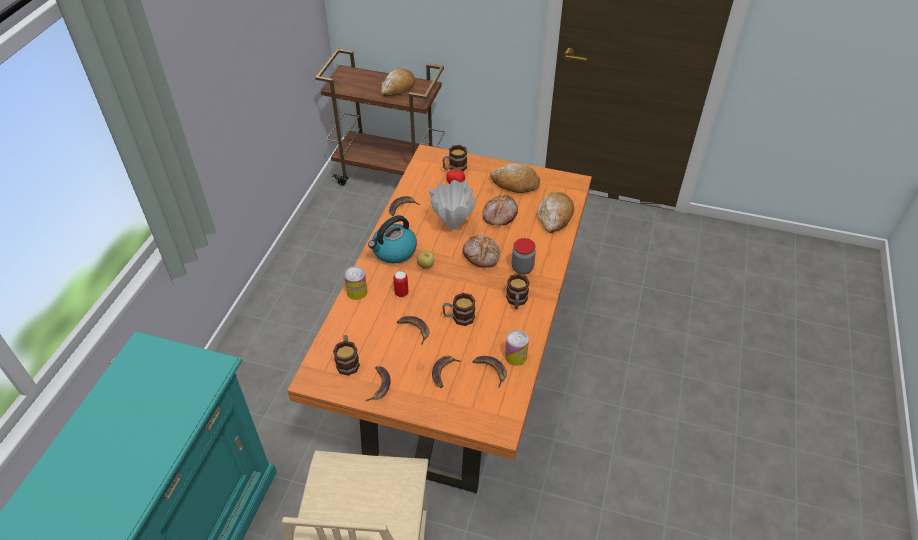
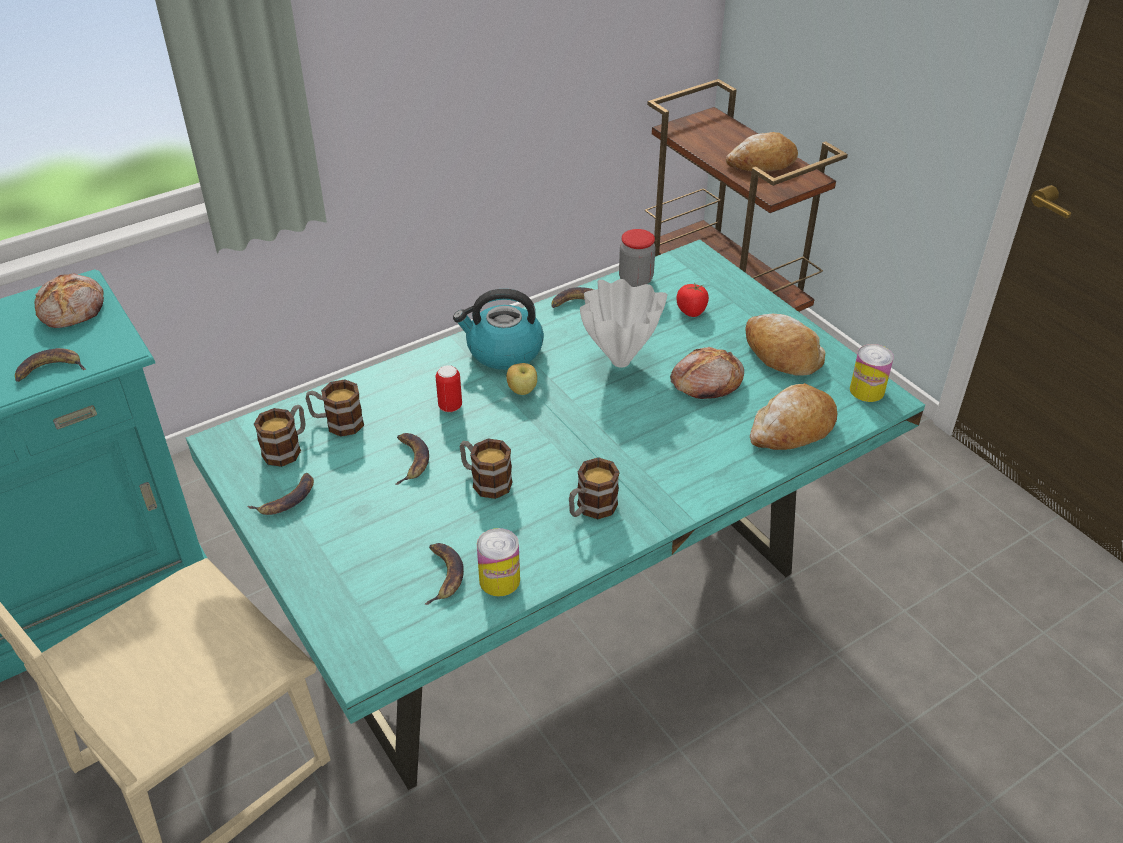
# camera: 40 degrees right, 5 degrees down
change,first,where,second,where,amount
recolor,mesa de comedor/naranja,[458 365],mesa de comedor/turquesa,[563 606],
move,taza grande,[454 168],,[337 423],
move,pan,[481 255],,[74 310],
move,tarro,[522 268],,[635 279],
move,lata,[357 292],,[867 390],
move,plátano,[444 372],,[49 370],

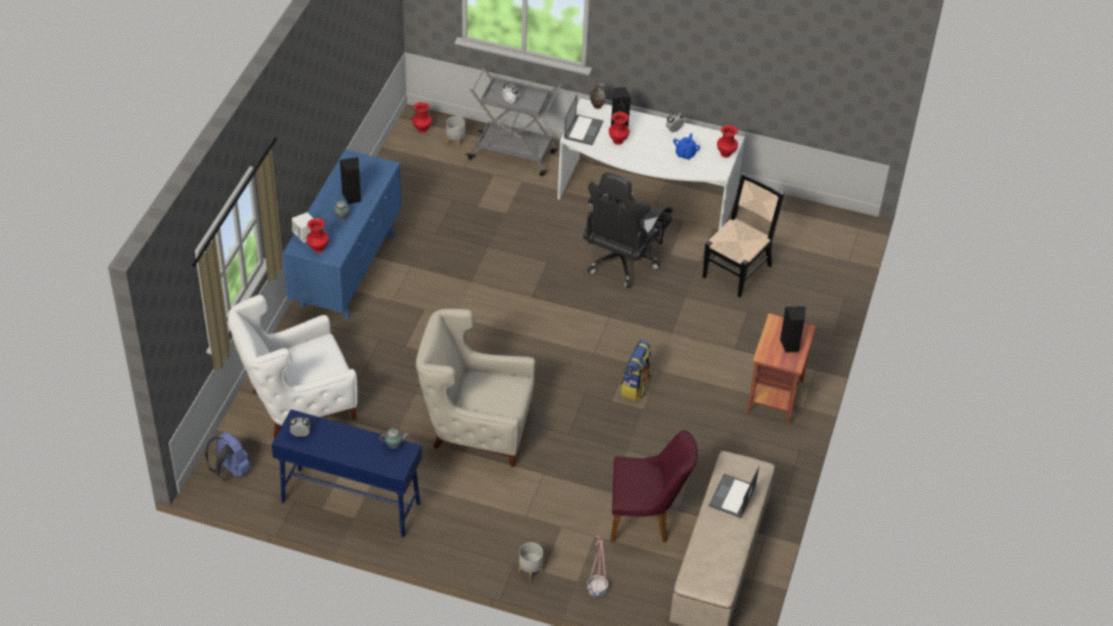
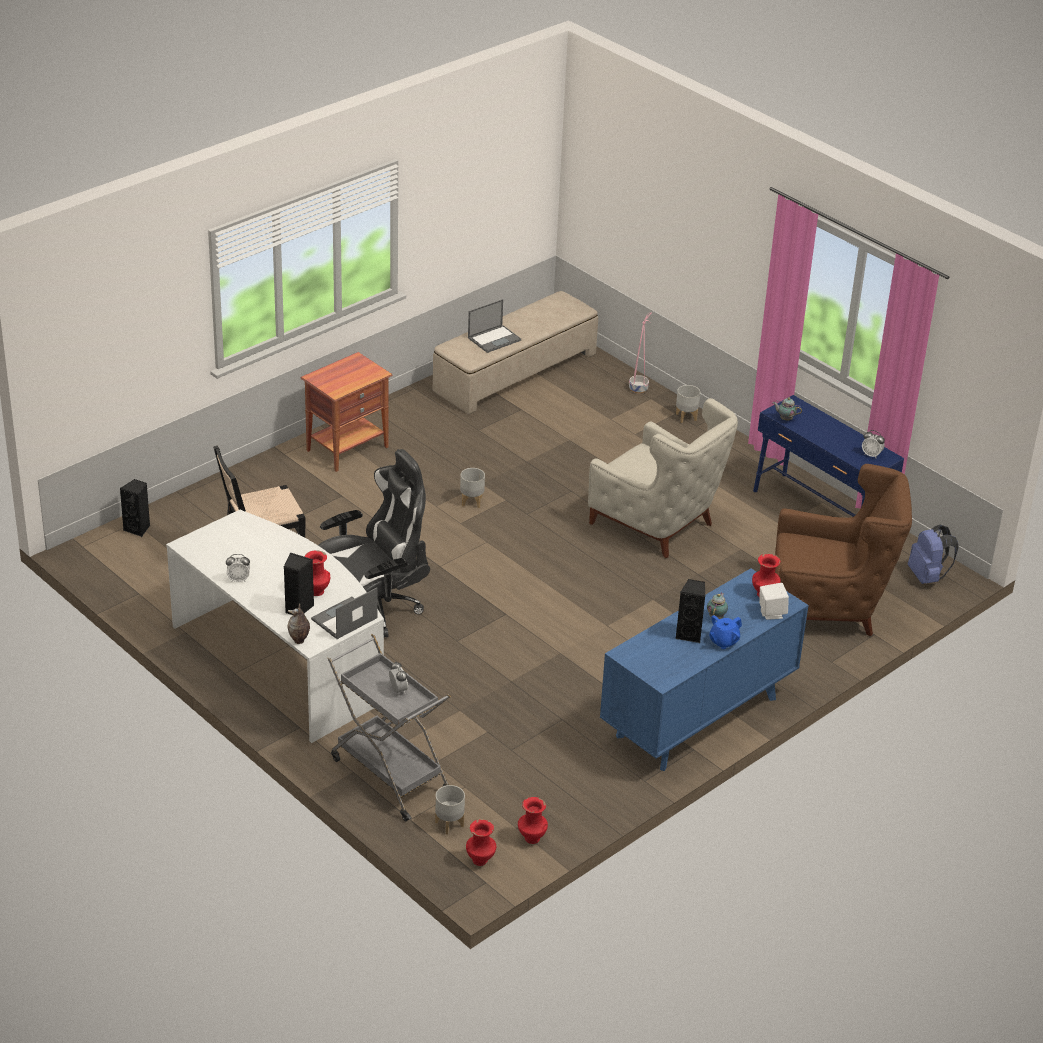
# camera: 150 degrees left, 10 degrees down
change,first,where,second,where,amount
move,florero/rojo,[726 154],,[531 838],
move,tetera/azul,[685 154],,[723 641],
recolor,sillón/blanco,[297 404],sillón/marrón,[829 607],
move,altavoz/negro,[790 345],,[138 529],
replace,mochila,[635 387],maceta/gris,[472 501],
delete,silla/morado,[646 519],,,

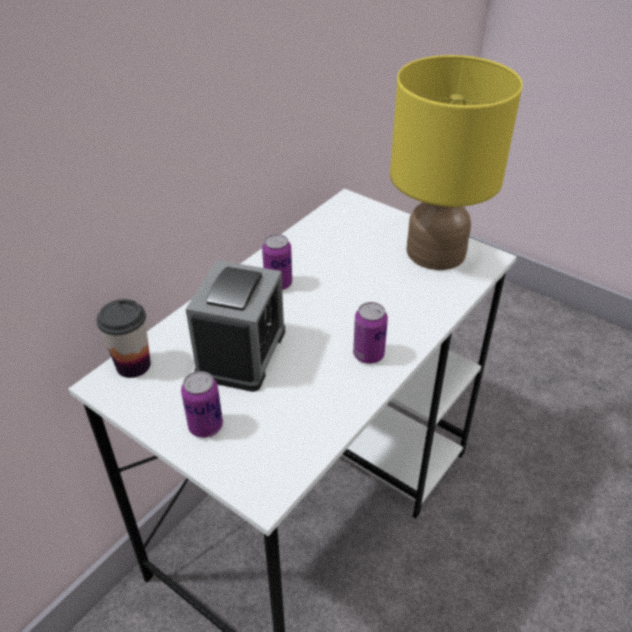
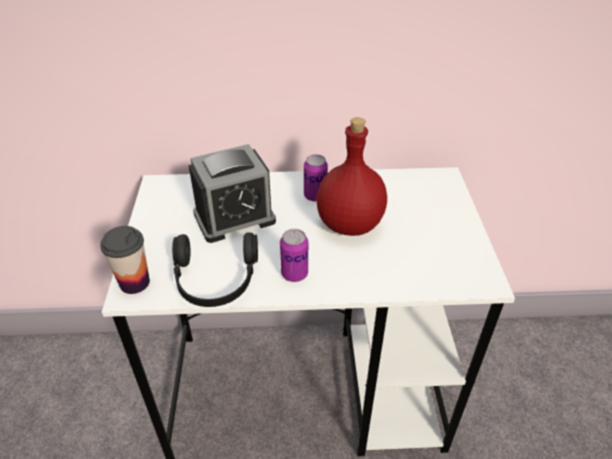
# camera: 50 degrees right, 0 degrees up
change,first,where,second,where,amount
delete,lámpara de mesa/amarillo,[435 253],,,
move,taza,[133 365],,[134 282],
delete,lata,[205 426],,,
insert,,,botella/rojo,[351 225],
insert,,,auriculares/negro,[215 280],

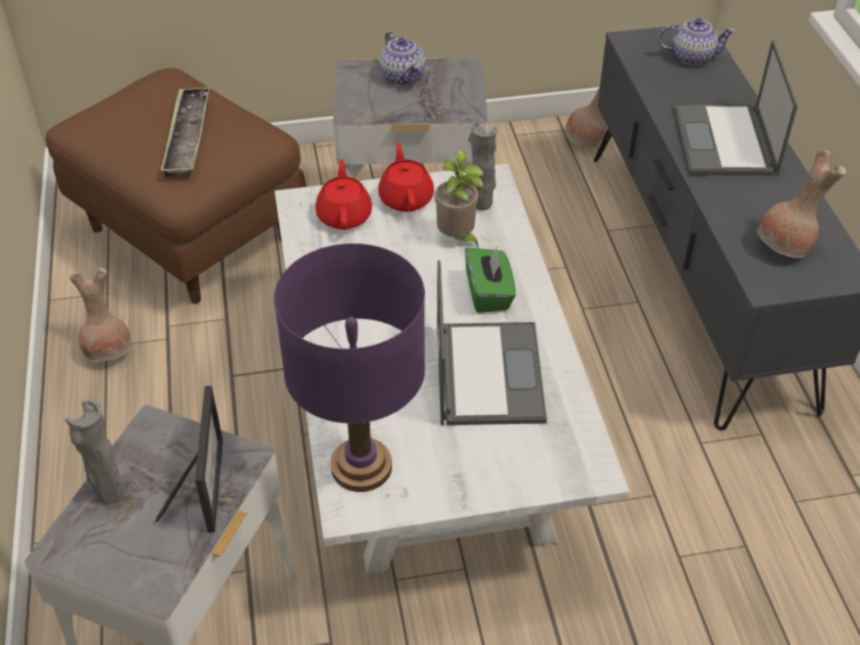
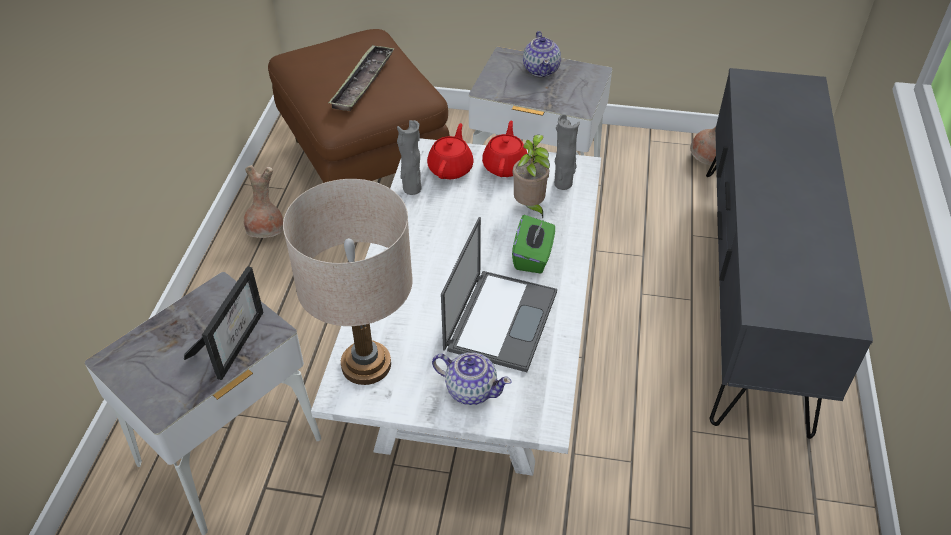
# camera: 20 degrees right, 0 degrees up
change,first,where,second,where,amount
move,tetera,[691 57],,[471 389],
delete,portátil,[725 142],,,
delete,florero/marrón,[785 247],,,
recolor,lámpara de mesa/morado,[361 467],lámpara de mesa/beis,[365 364],
move,florero/gris,[108 491],,[411 189],

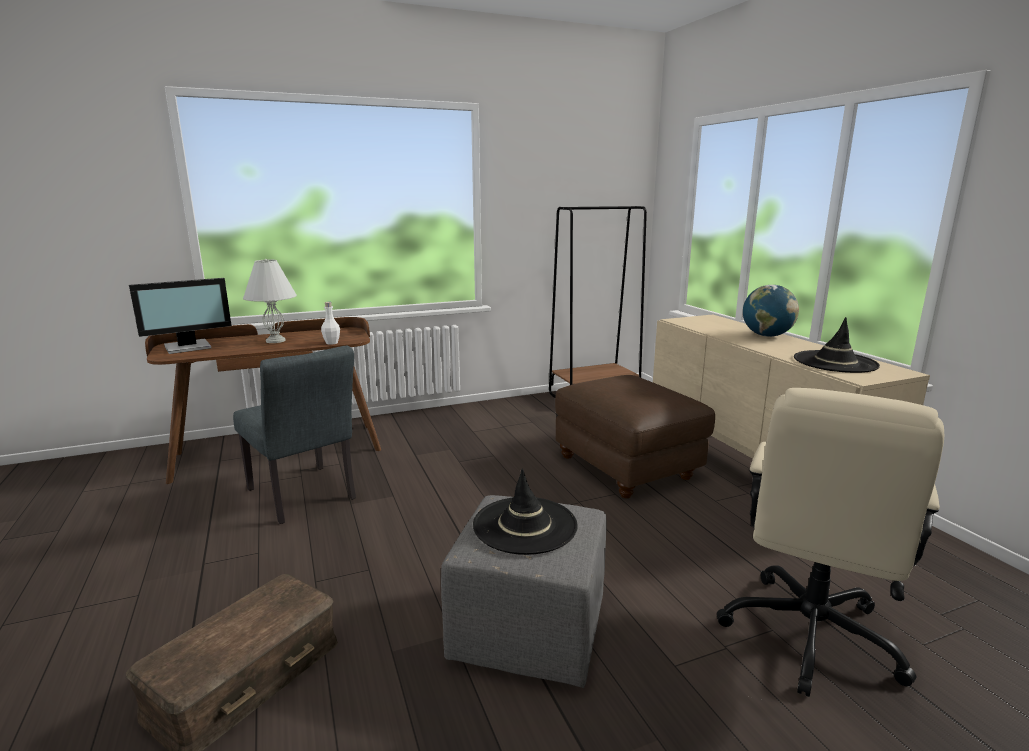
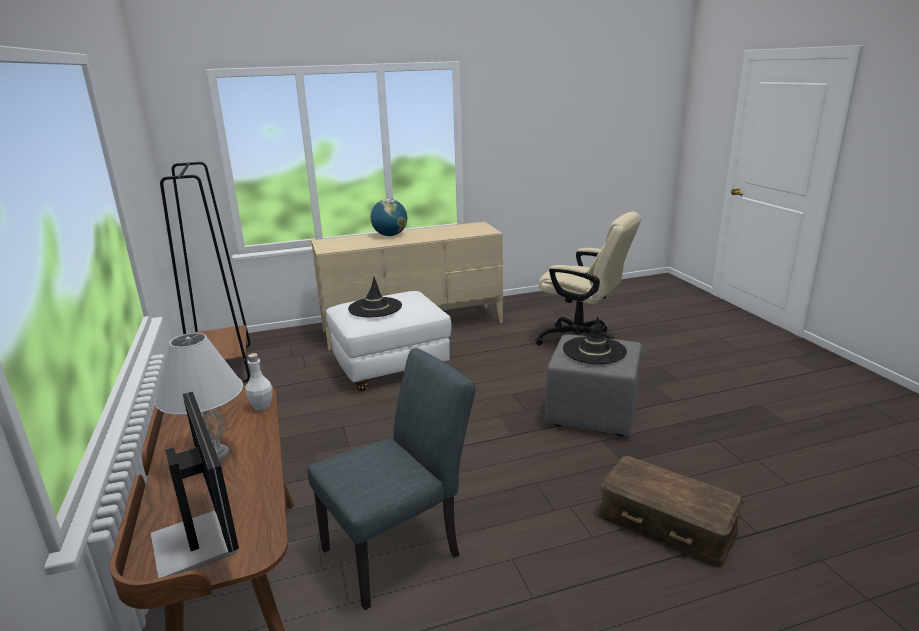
# camera: 85 degrees left, 5 degrees up
change,first,where,second,where,amount
move,sombrero/negro,[835 362],,[375 307],
recolor,puf/marrón,[627 466],puf/blanco,[391 366],

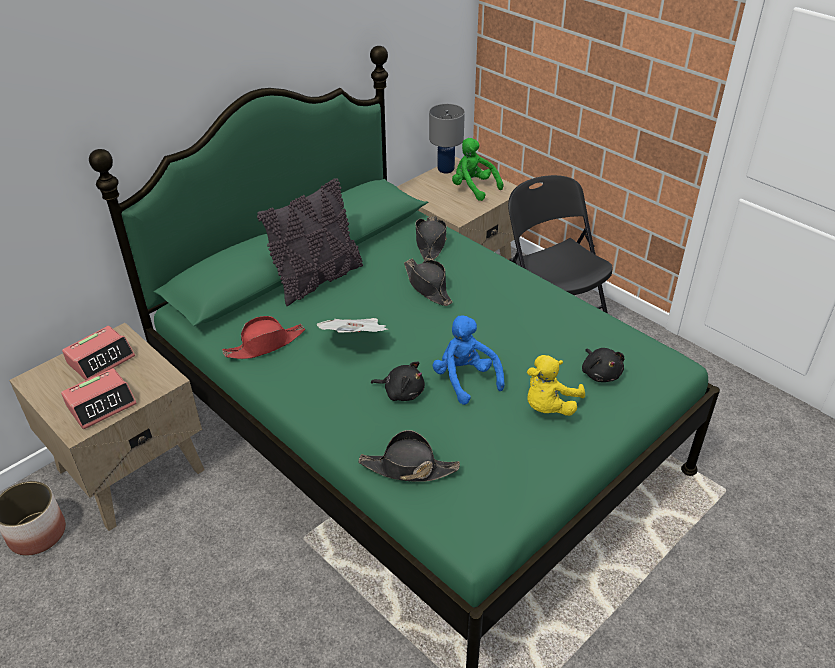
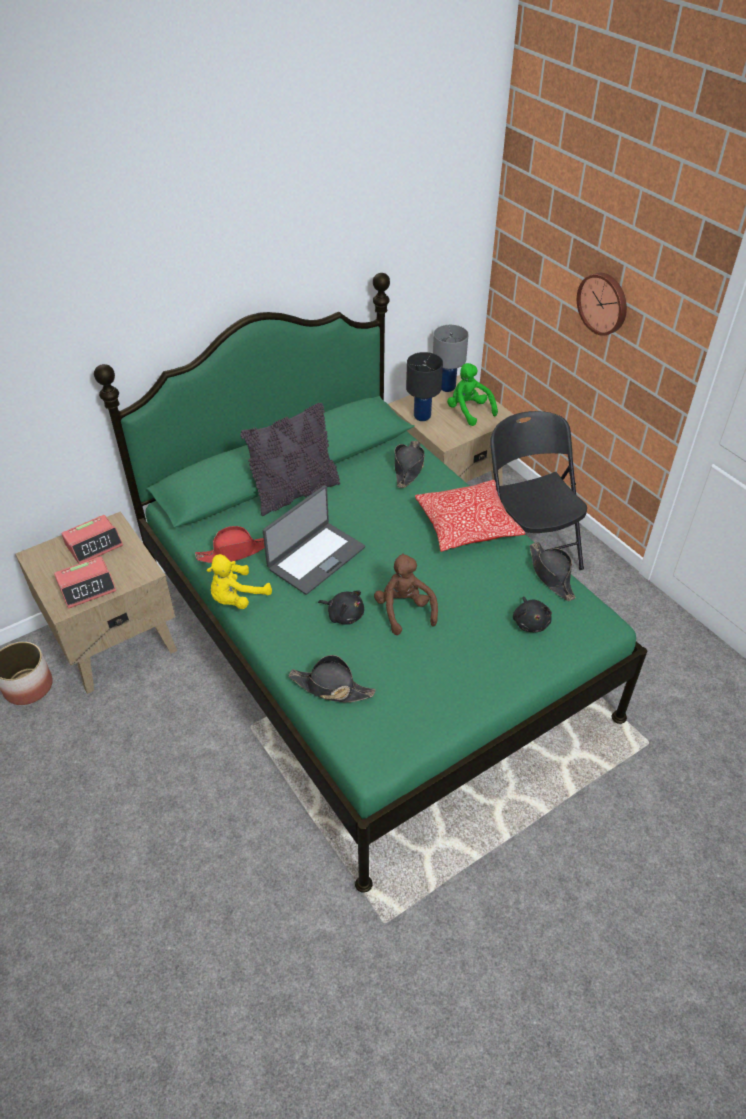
# camera: 10 degrees right, 5 degrees up
change,first,where,second,where,amount
move,sombrero/negro,[428 287],,[551 575],
recolor,peluche/azul,[465 379],peluche/marrón,[404 610],
replace,periódico,[355 339],portátil,[315 557],
move,peluche/amarillo,[548 406],,[237 598],
insert,,,reloj de pared,[603 303],
insert,,,lámpara de mesa/negro,[423 416],
insert,,,cojín,[467 526],

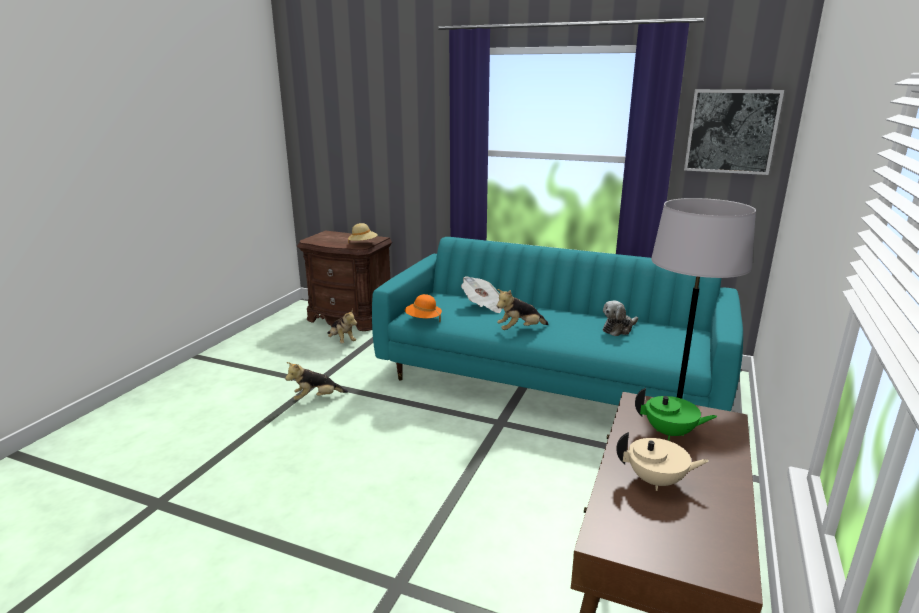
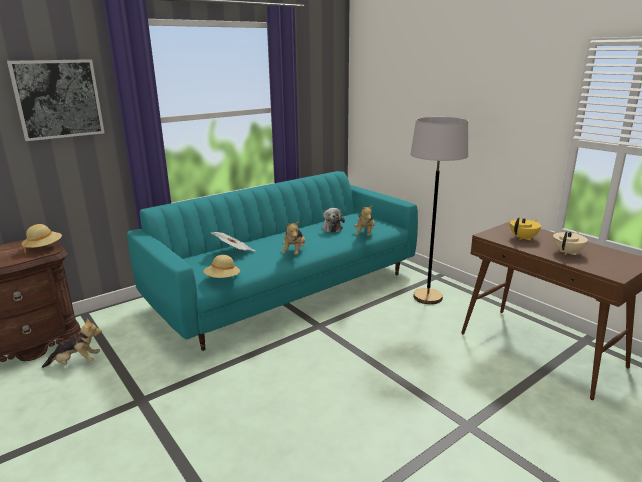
# camera: 60 degrees left, 0 degrees up
change,first,where,second,where,amount
move,cuadro,[731 131],,[58 99],
recolor,sombrero/naranja,[423 319],sombrero/beis,[222 279],
move,peluche,[316 398],,[365 234],
recolor,tetera/verde,[670 433],tetera/amarillo,[523 238],

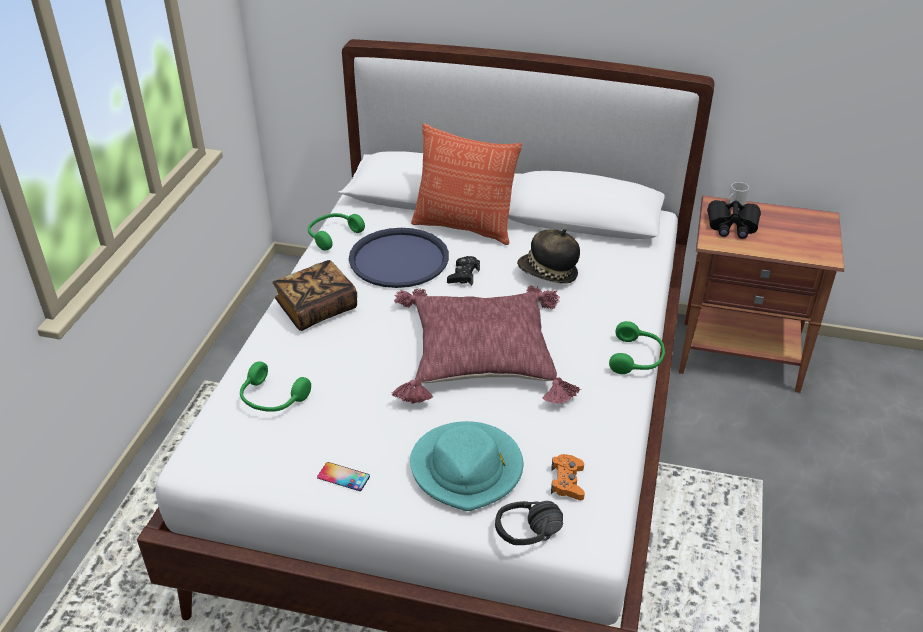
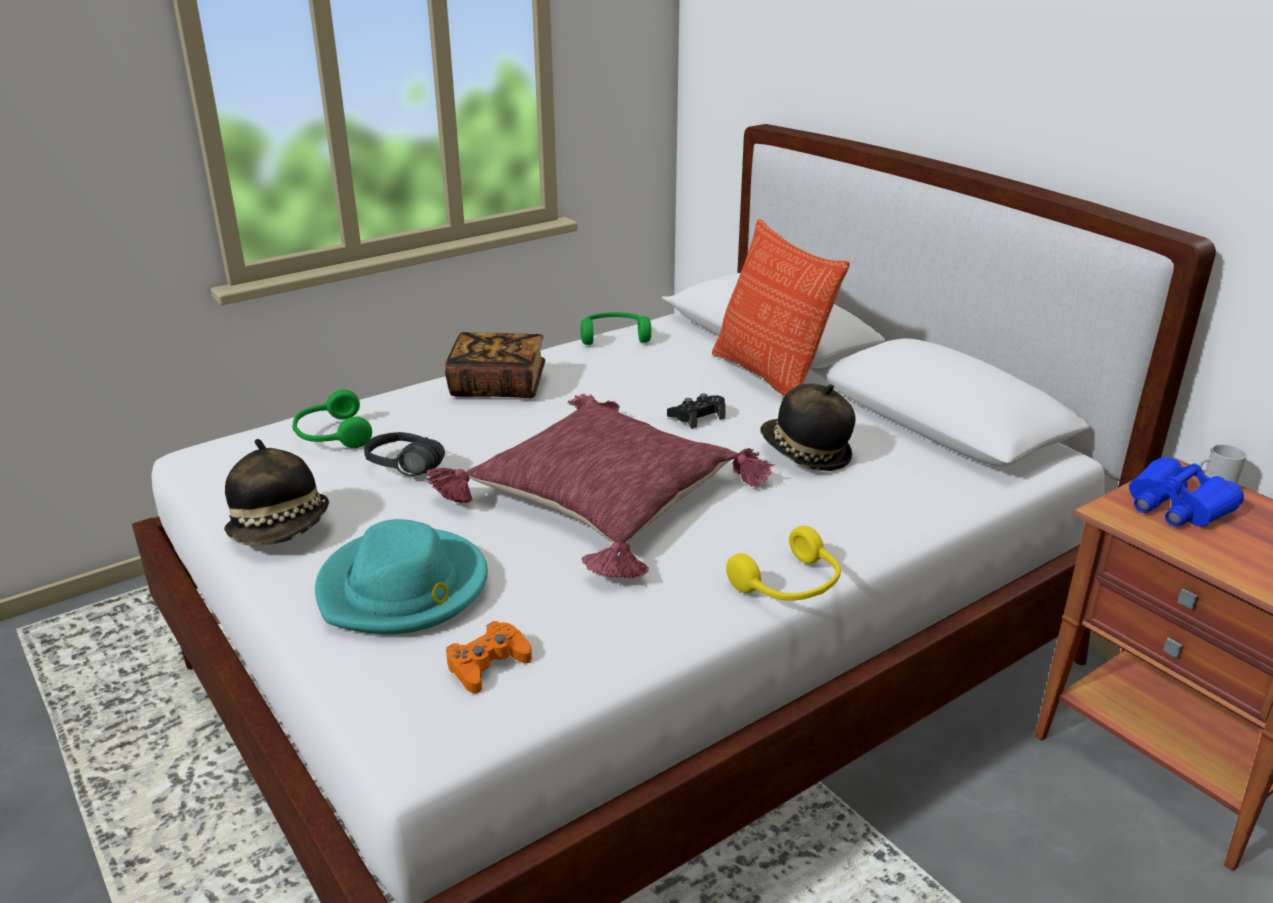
# camera: 40 degrees right, 10 degrees down
change,first,where,second,where,amount
recolor,prismáticos/negro,[732 226],prismáticos/azul,[1176 506],
delete,bandeja/azul,[399 259],,,
recolor,auriculares/verde,[637 358],auriculares/amarillo,[790 585],
replace,móvil,[343 477],sombrero,[282 530],
move,auriculares/negro,[531 539],,[399 472],

